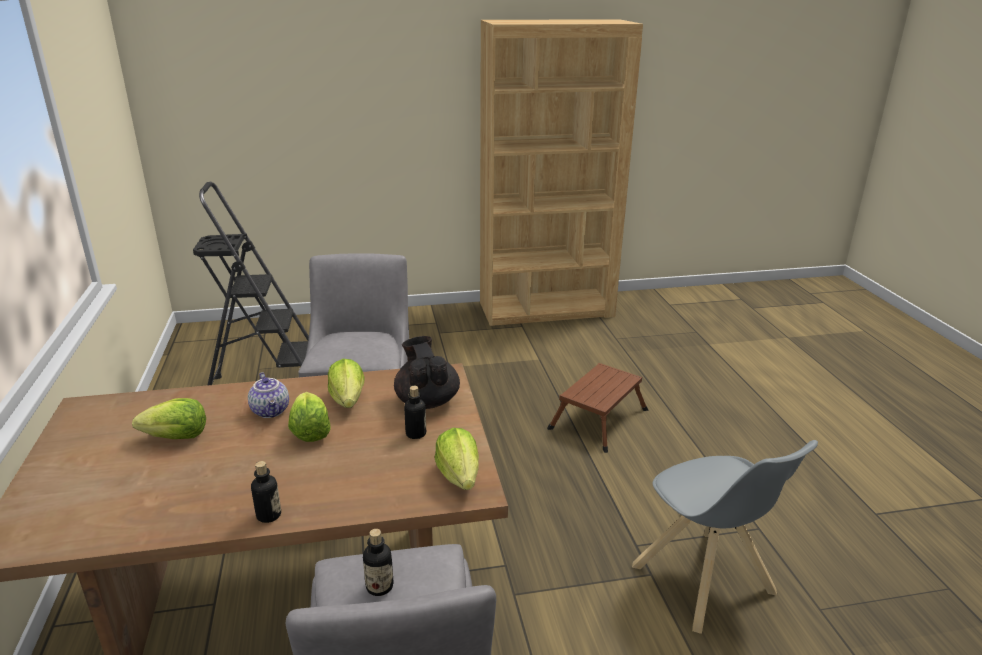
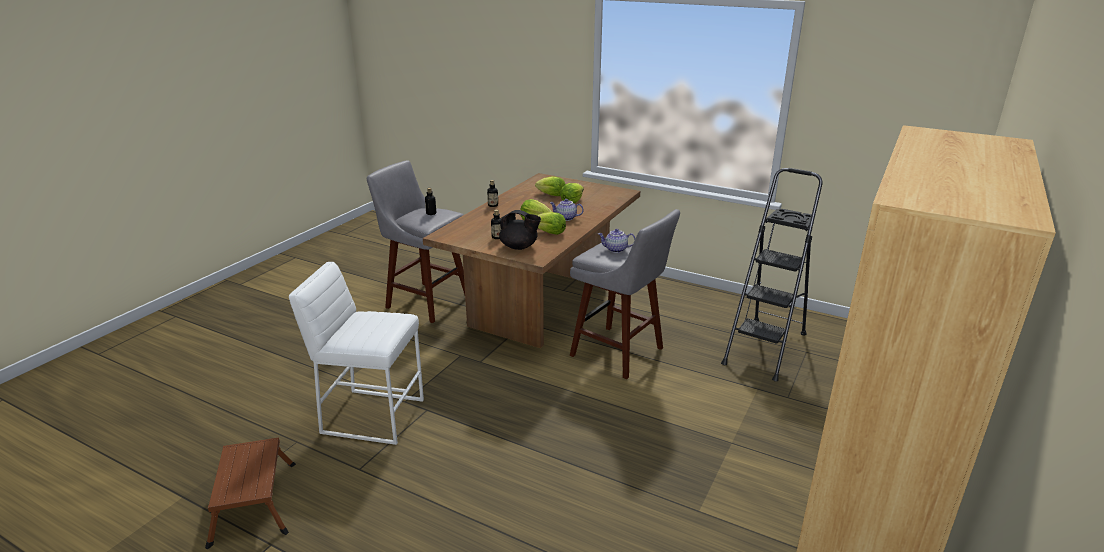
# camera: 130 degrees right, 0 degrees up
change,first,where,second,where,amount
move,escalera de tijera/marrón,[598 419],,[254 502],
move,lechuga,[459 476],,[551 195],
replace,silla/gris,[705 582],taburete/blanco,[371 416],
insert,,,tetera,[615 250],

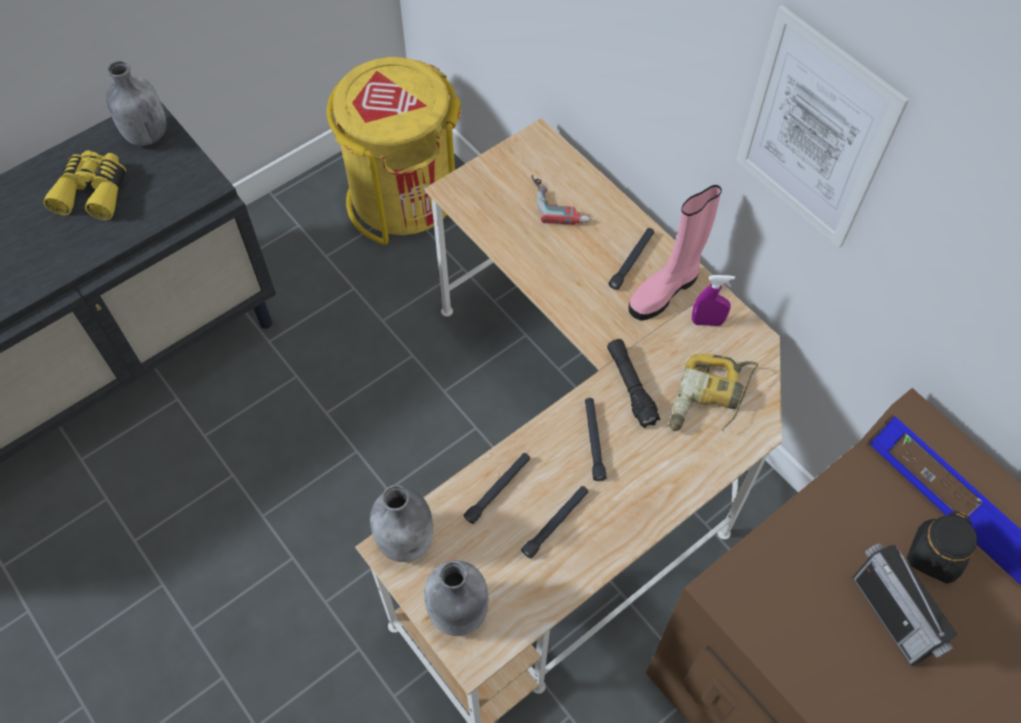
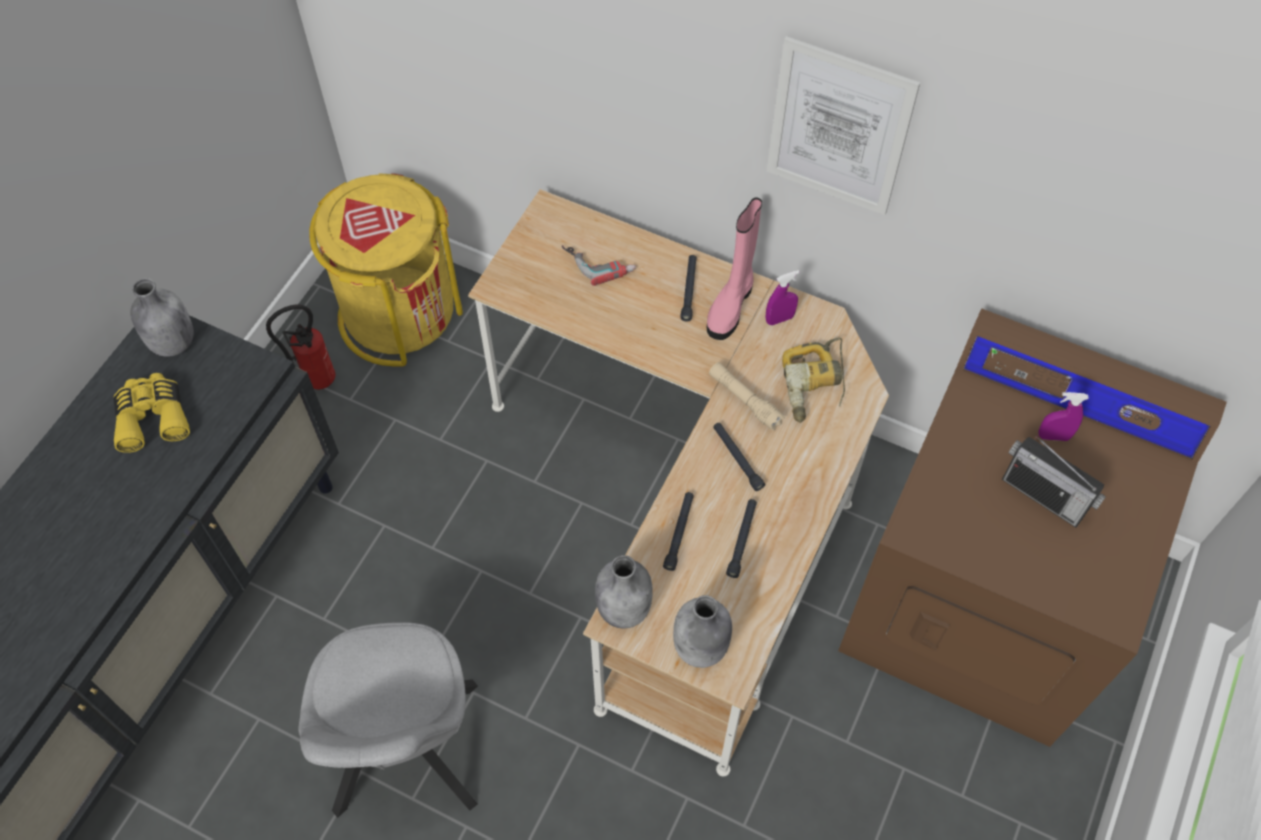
# camera: 25 degrees left, 0 degrees up
change,first,where,second,where,amount
recolor,linterna/negro,[631 387],linterna/beis,[744 400],
replace,tarro/negro,[934 556],pulverizador/morado,[1053 436],
insert,,,extintor,[315 381],
insert,,,silla/gris,[406 752],

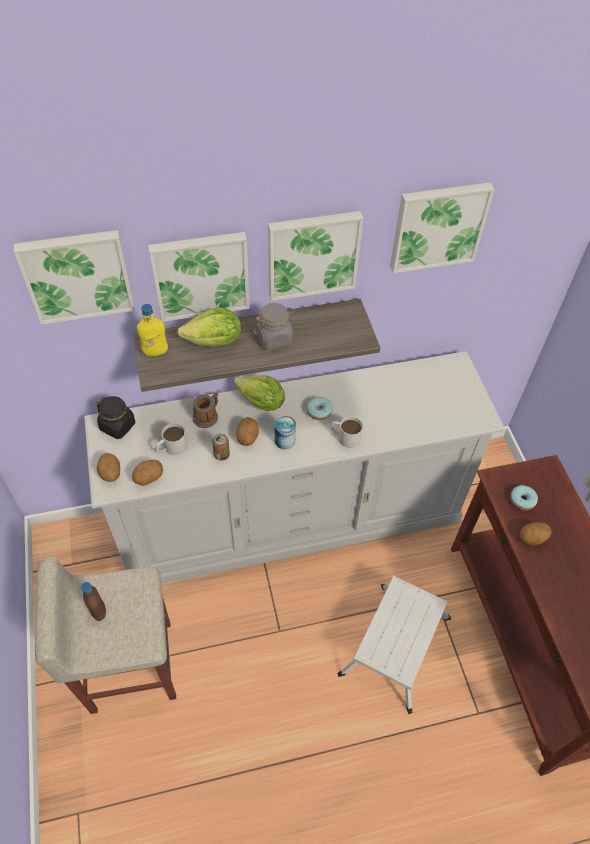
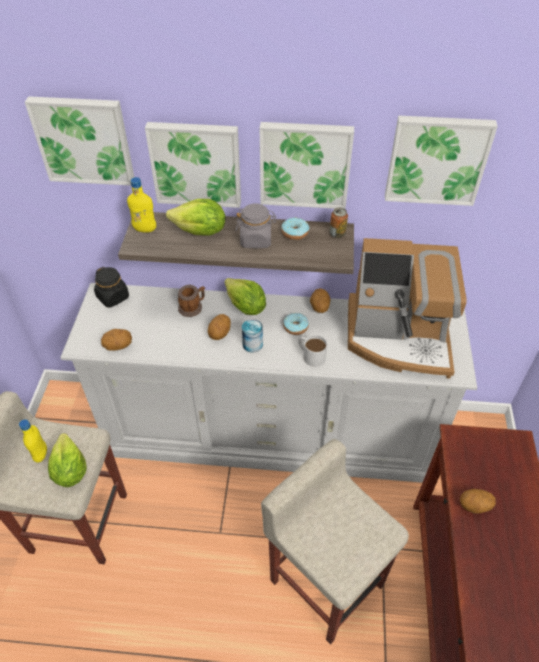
# camera: 20 degrees right, 5 degrees down
change,first,where,second,where,amount
delete,taza grande/blanco,[171 448],,,
move,lata,[221 455],,[337 234],
move,patata,[110 474],,[319 307],
move,rosquilla,[522 500],,[295 233],
replace,escalera de tijera/blanco,[395 644],taburete/beis,[325 581],
recolor,botella/marrón,[99 611],botella/amarillo,[41 454],
insert,,,cafetera,[398 338],
insert,,,lechuga,[70 470],

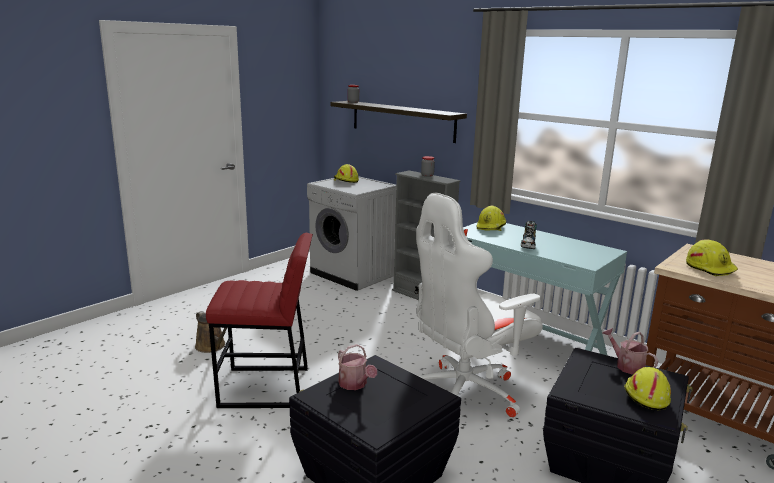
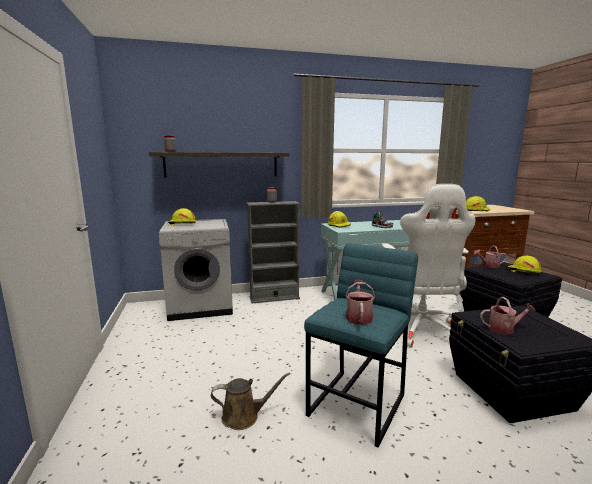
# camera: 55 degrees left, 5 degrees down
change,first,where,second,where,amount
recolor,taburete/rojo,[267 387],taburete/azul,[358 403],
insert,,,regadera,[358 316],

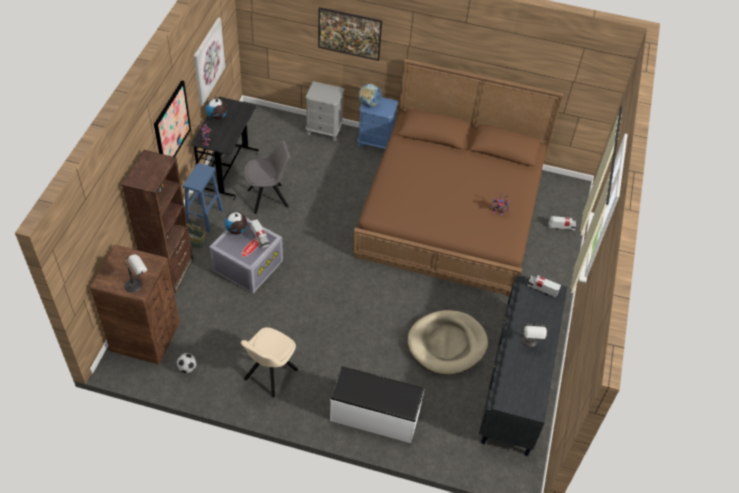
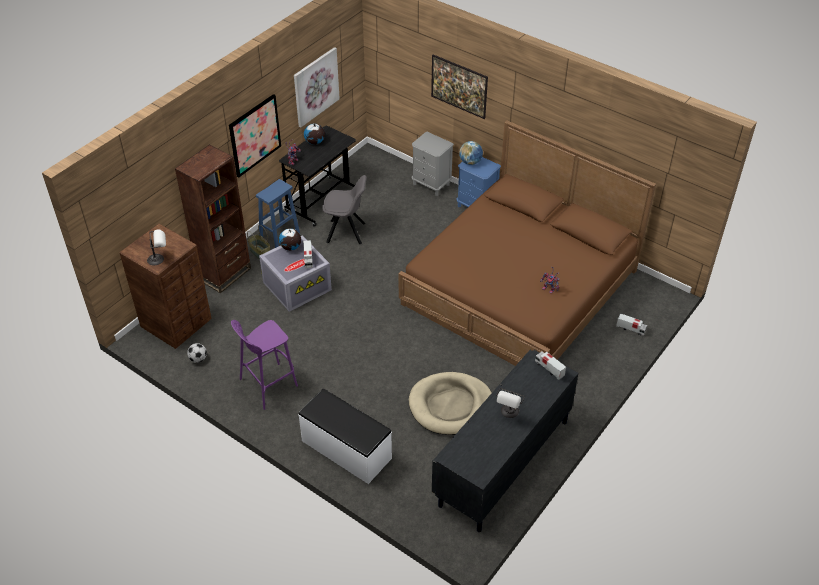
# camera: 25 degrees right, 5 degrees down
change,first,where,second,where,amount
replace,silla/beis,[270 374],taburete/morado,[268 385],

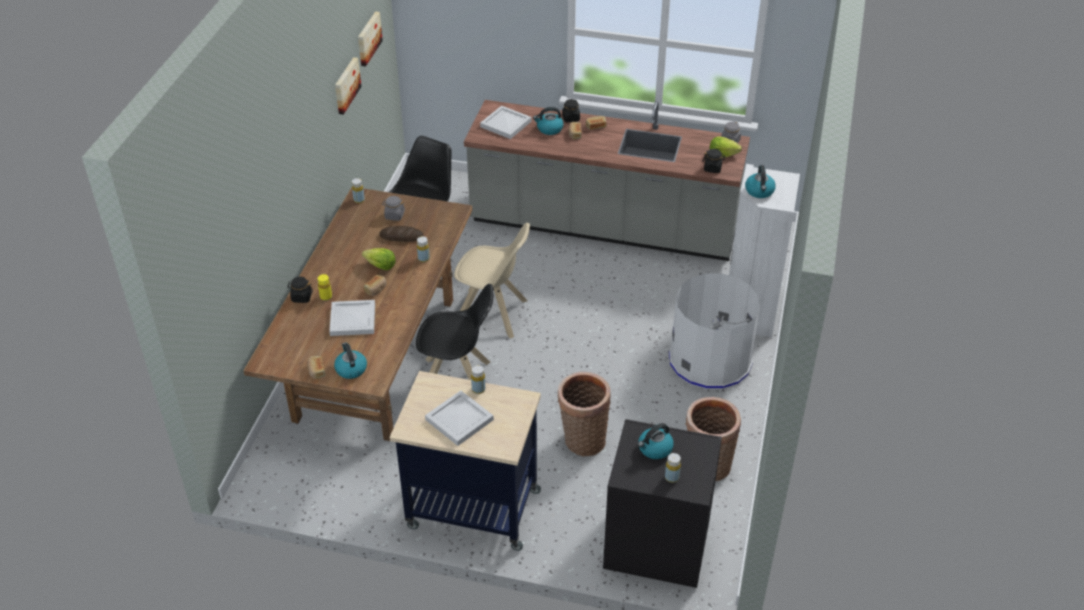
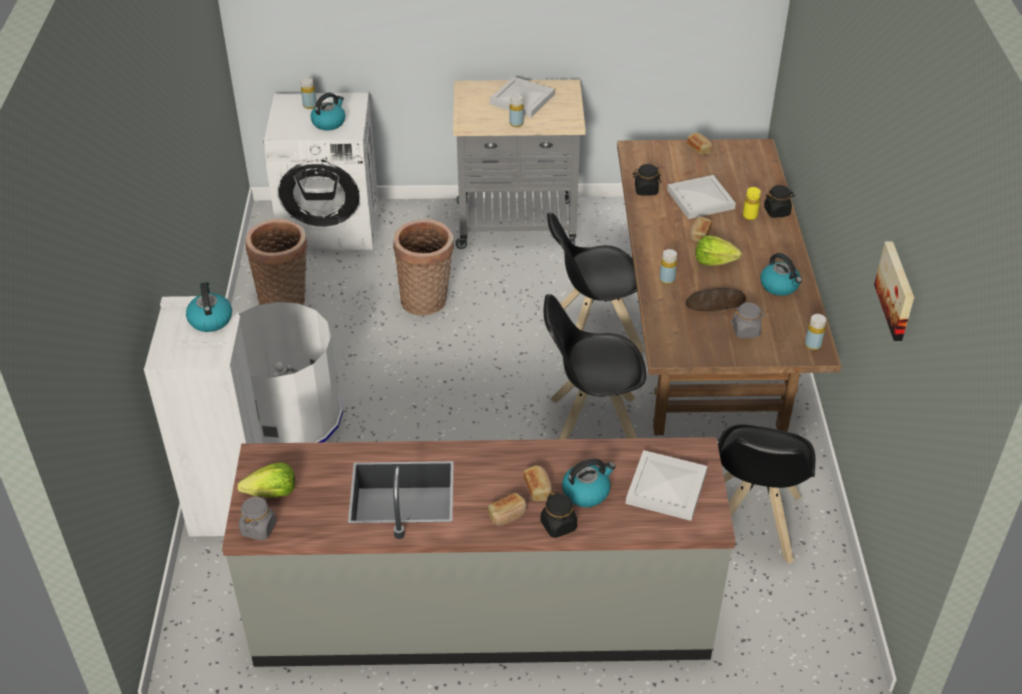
# camera: 165 degrees right, 0 degrees up
change,first,where,second,where,amount
delete,cuadro,[368 38],,,
move,tarro/negro,[712 168],,[646 190],
recolor,silla/beis,[493 314],silla/negro,[591 425],
move,hervidor,[351 369],,[780 286],
recolor,carrito/azul,[472 509],carrito/gris,[517 224],
recolor,lavadora/negro,[656 544],lavadora/blanco,[331 228],

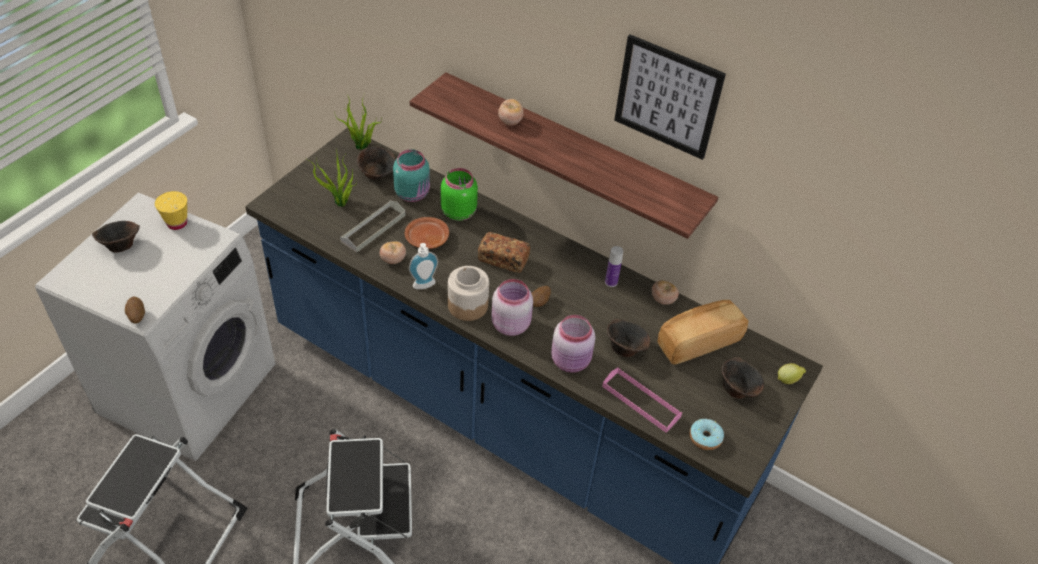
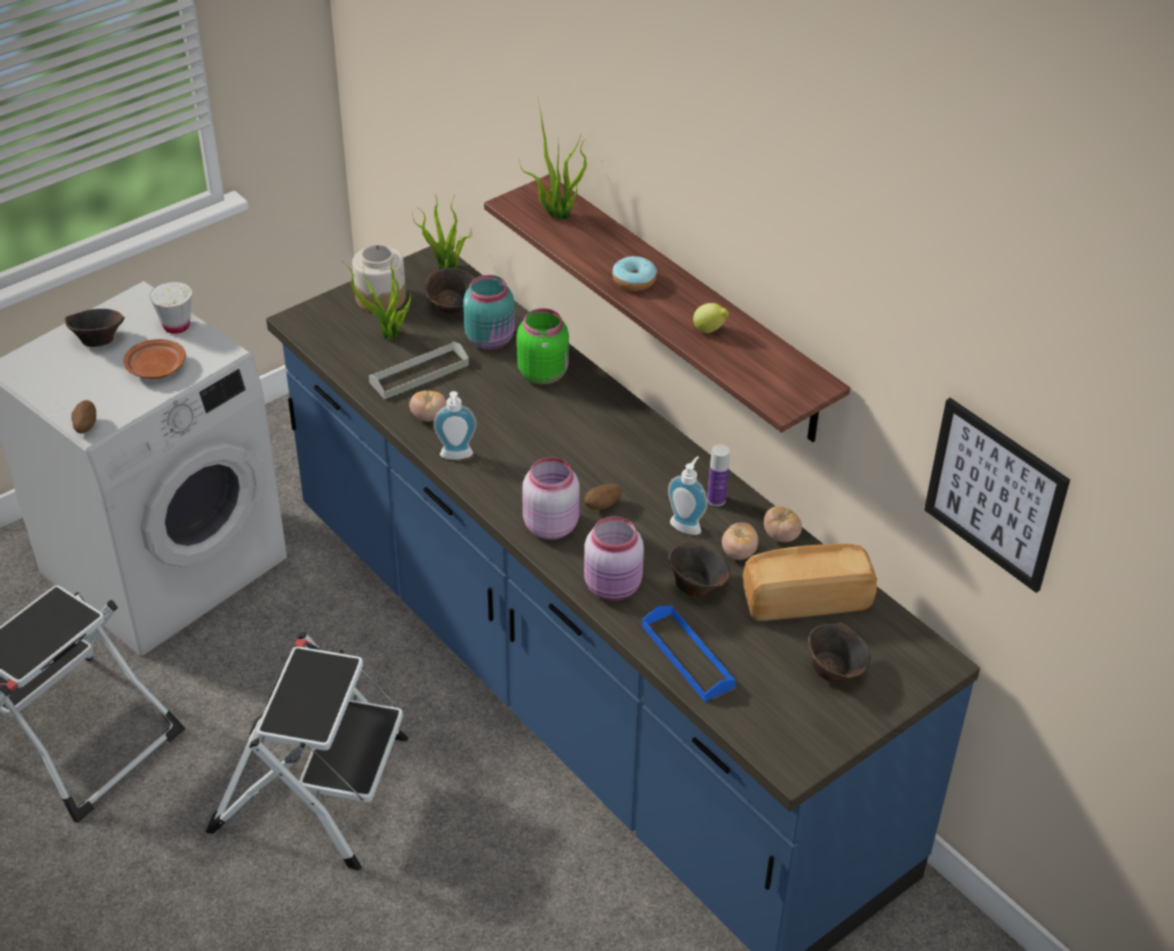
# camera: 20 degrees right, 5 degrees down
change,first,where,second,where,amount
move,cuadro,[667 97],,[995 494],
move,tomate,[510 121],,[738 553],
recolor,taza/amarillo,[177 223],taza/blanco,[176 326],
move,plato/marrón,[426 239],,[155 368],
delete,pan,[503 259],,,
move,tarro,[467 305],,[380 297],
move,limón,[788 380],,[710 330],
recolor,bandeja/rosa,[641 401],bandeja/azul,[687 656],
move,rosquilla,[705 438],,[634 281],
insert,,,planta en maceta,[556 214],
insert,,,dispensador de jabón,[687 524],

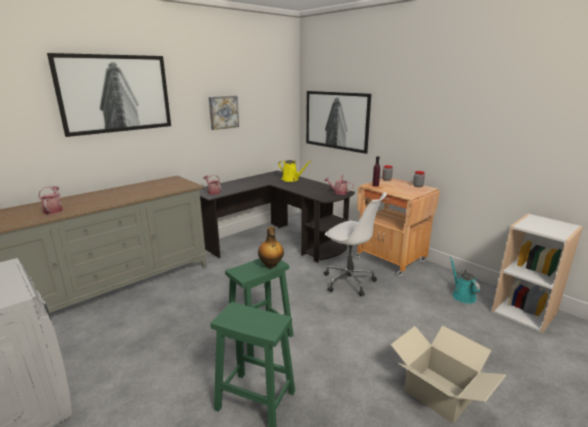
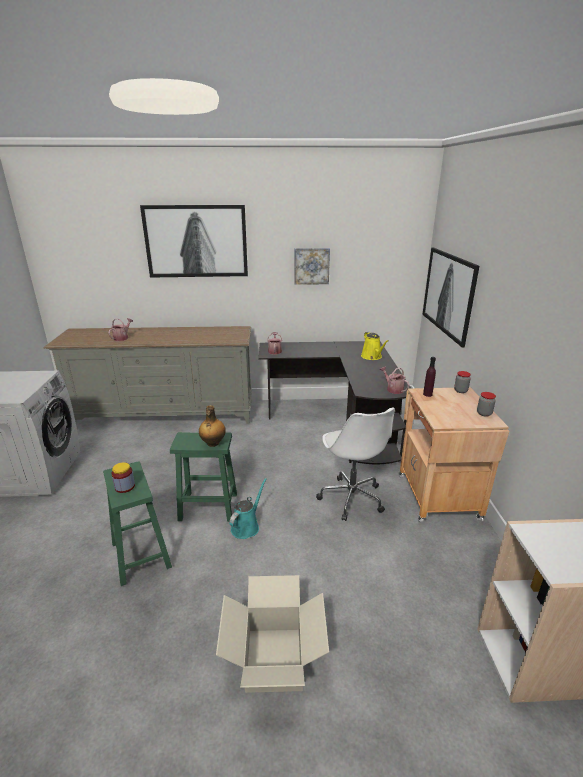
# camera: 40 degrees right, 5 degrees up
change,first,where,second,where,amount
move,regadera/turquesa,[462 295],,[246 526],
insert,,,tarro,[125 487],

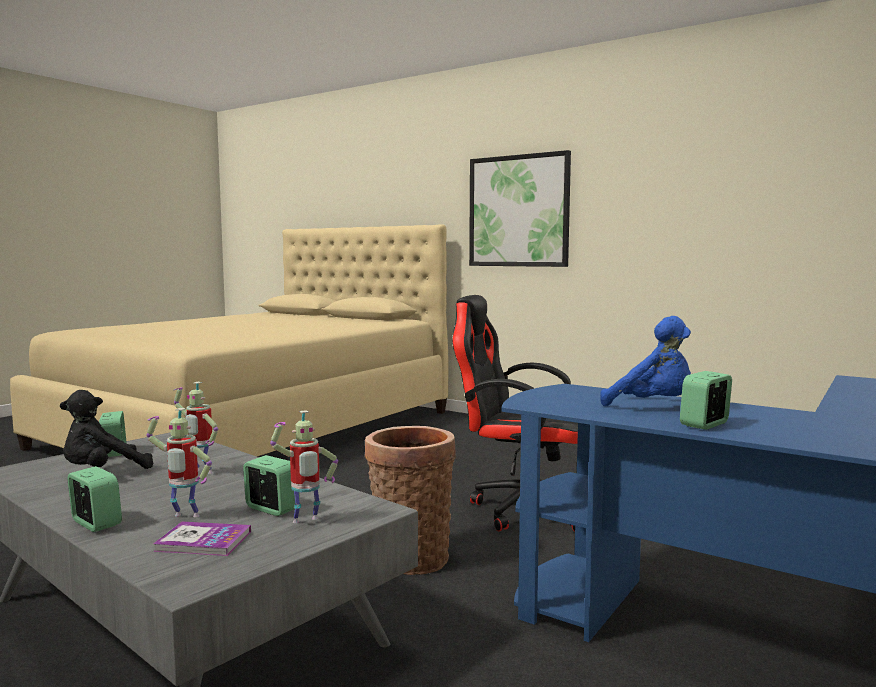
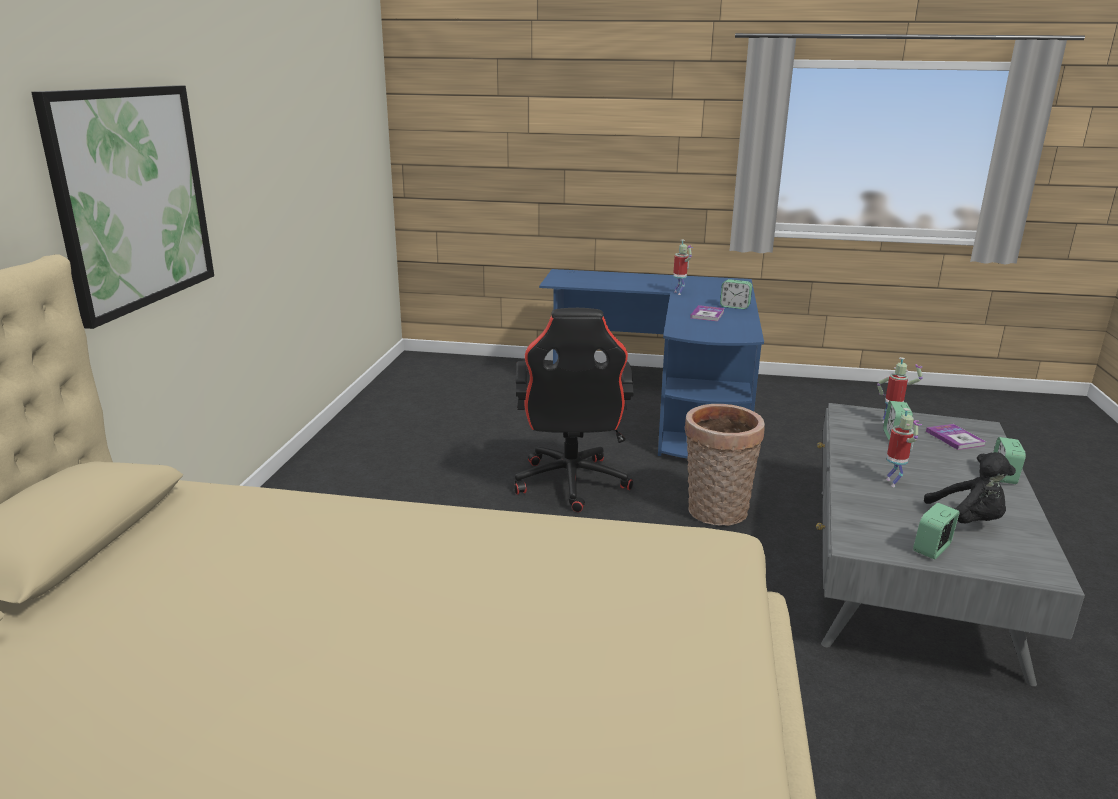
# camera: 115 degrees left, 15 degrees up
change,first,where,second,where,amount
replace,peluche/azul,[653 406],libro,[707 315],
move,robot de juguete,[184 517],,[679 293],

